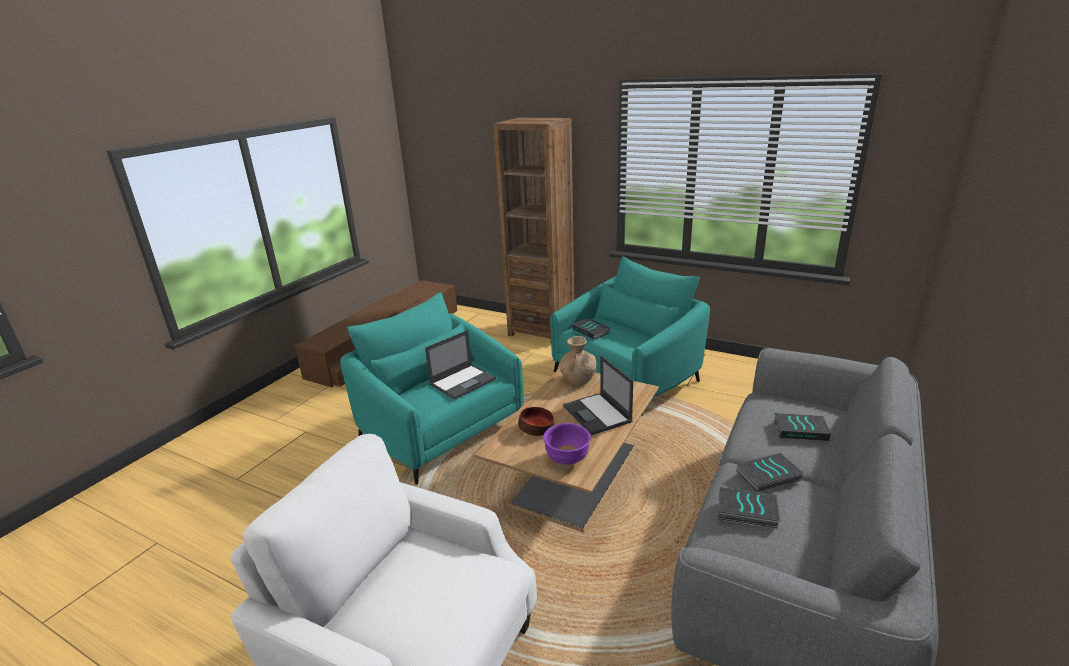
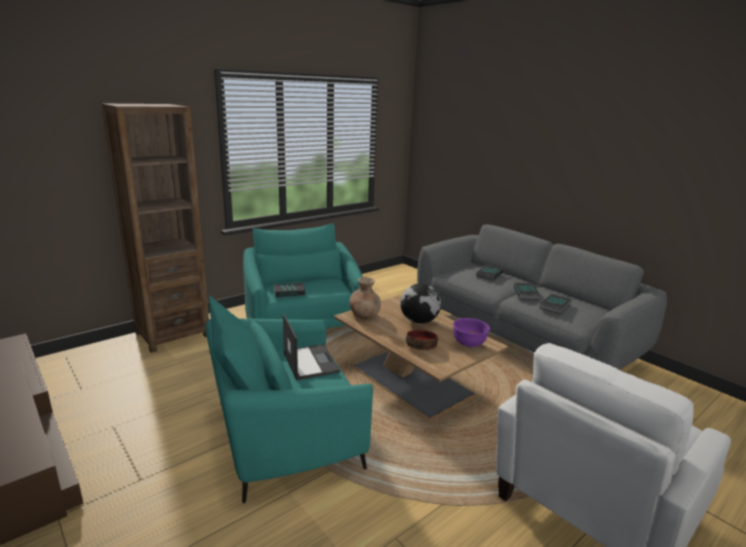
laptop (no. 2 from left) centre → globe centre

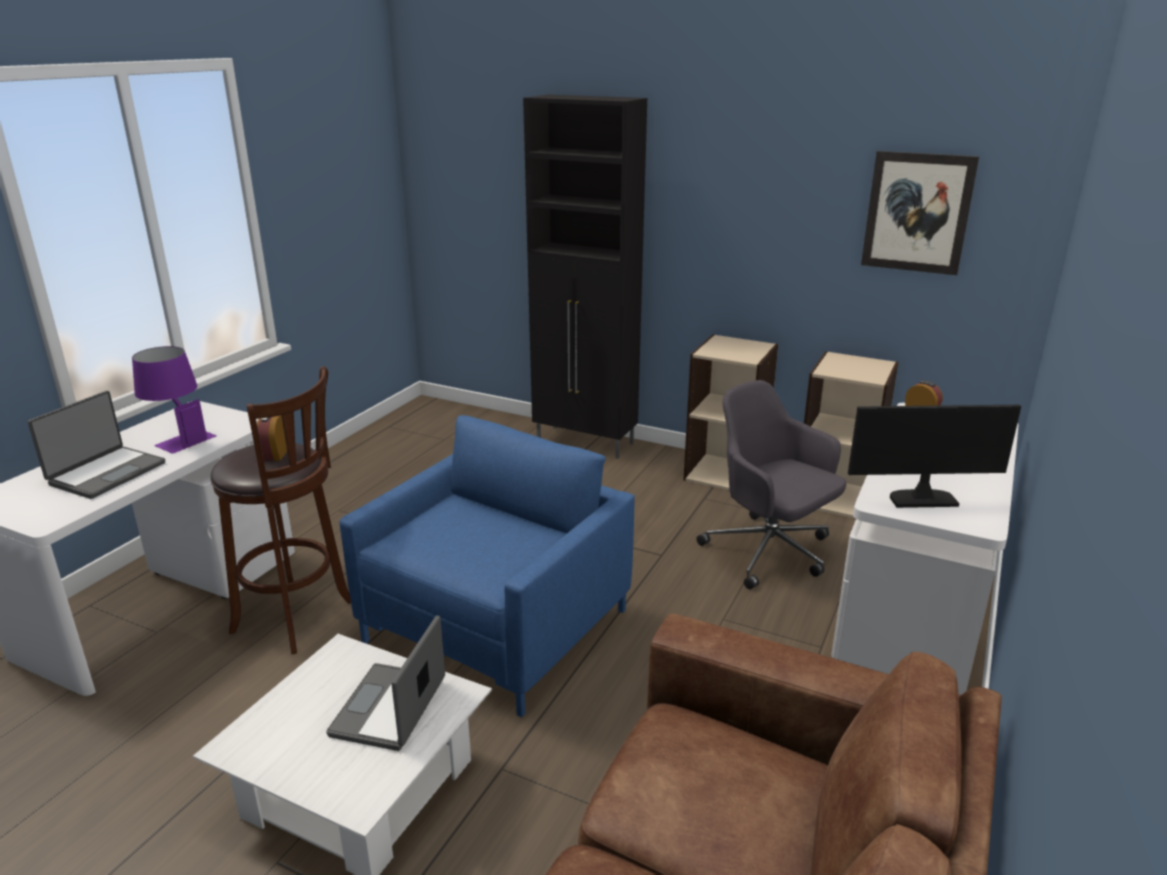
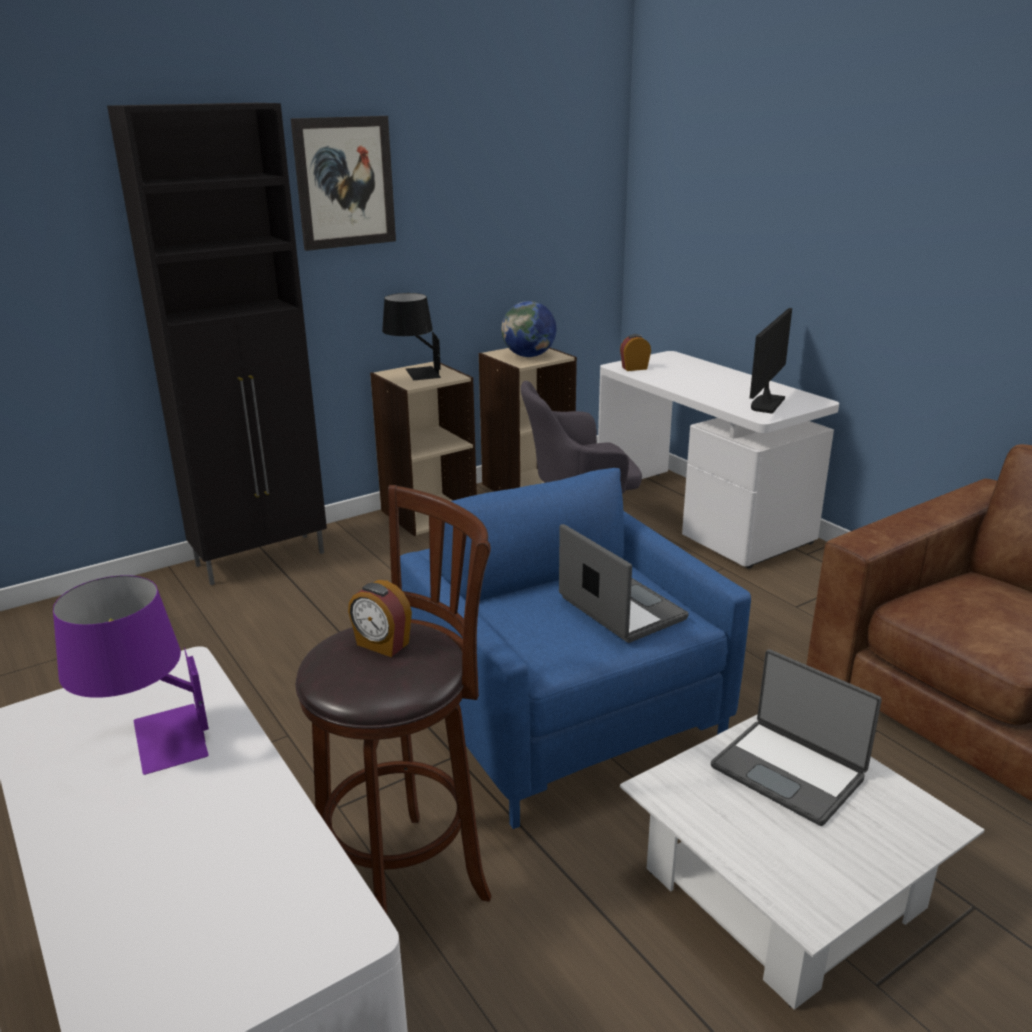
picture top right → picture top left, shifted
laptop (no. 1 from left) middle left → laptop (no. 1 from left) centre, shifted
- → black table lamp top centre
- → globe top centre

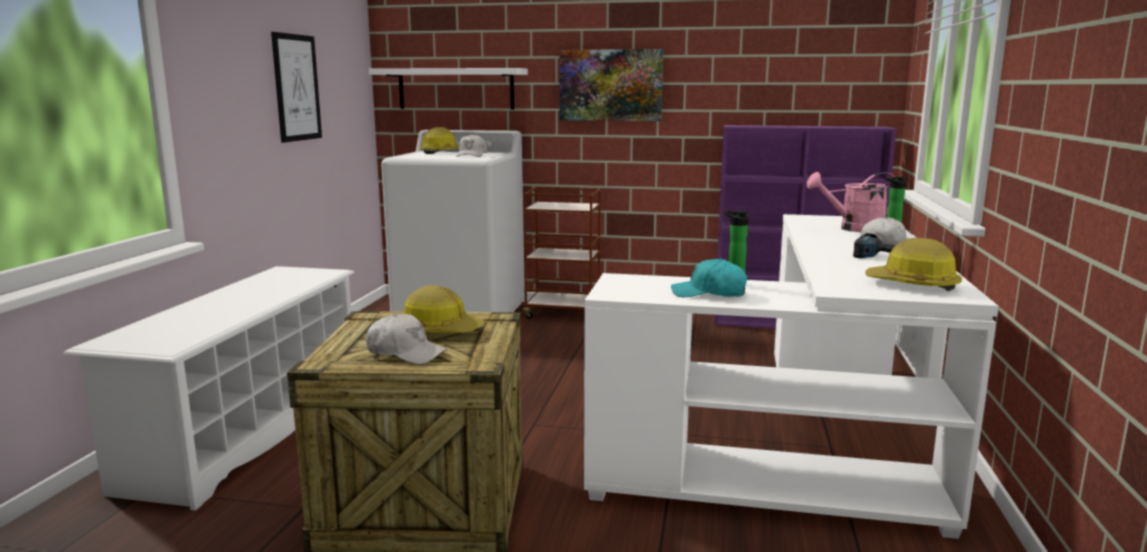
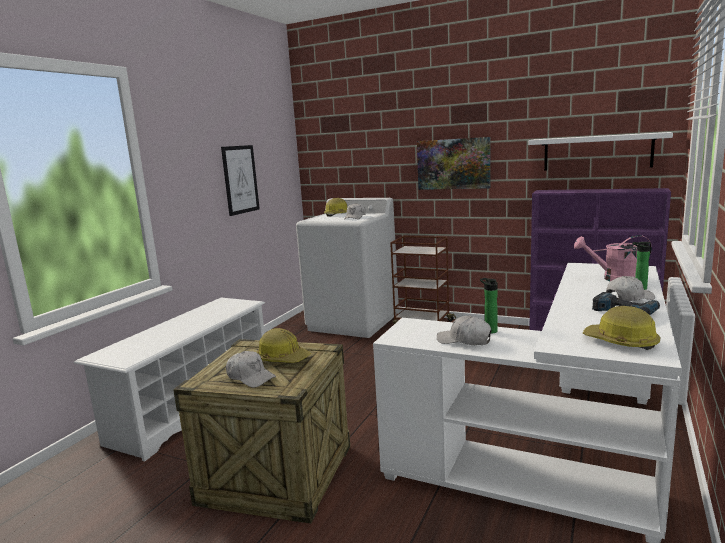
white shelf top centre → white shelf top right, shifted
turquoise cap centre → white cap (no. 3 from left) centre

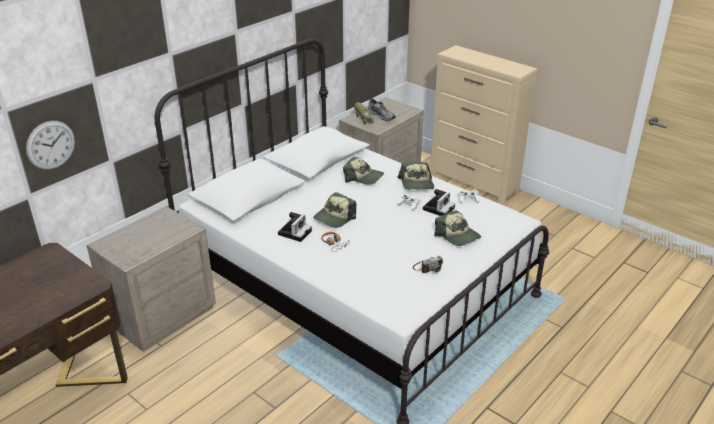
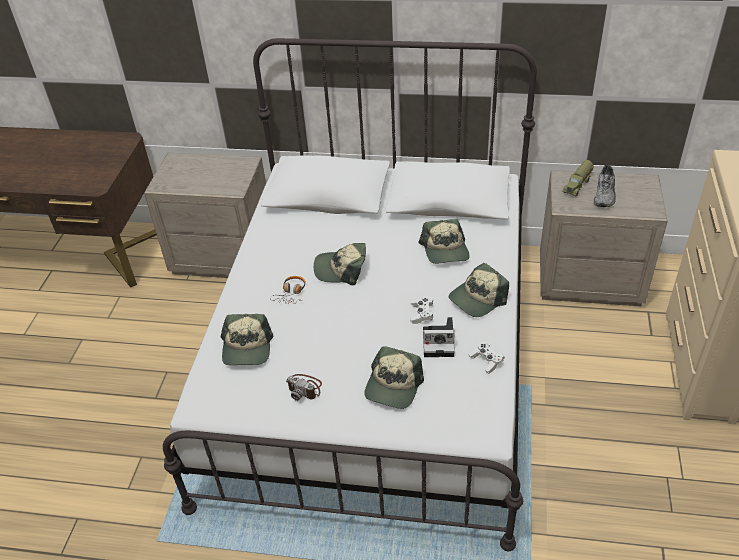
wall clock middle left → -
photo camera (no. 1 from left) centre → -
- → cap (no. 1 from left) centre

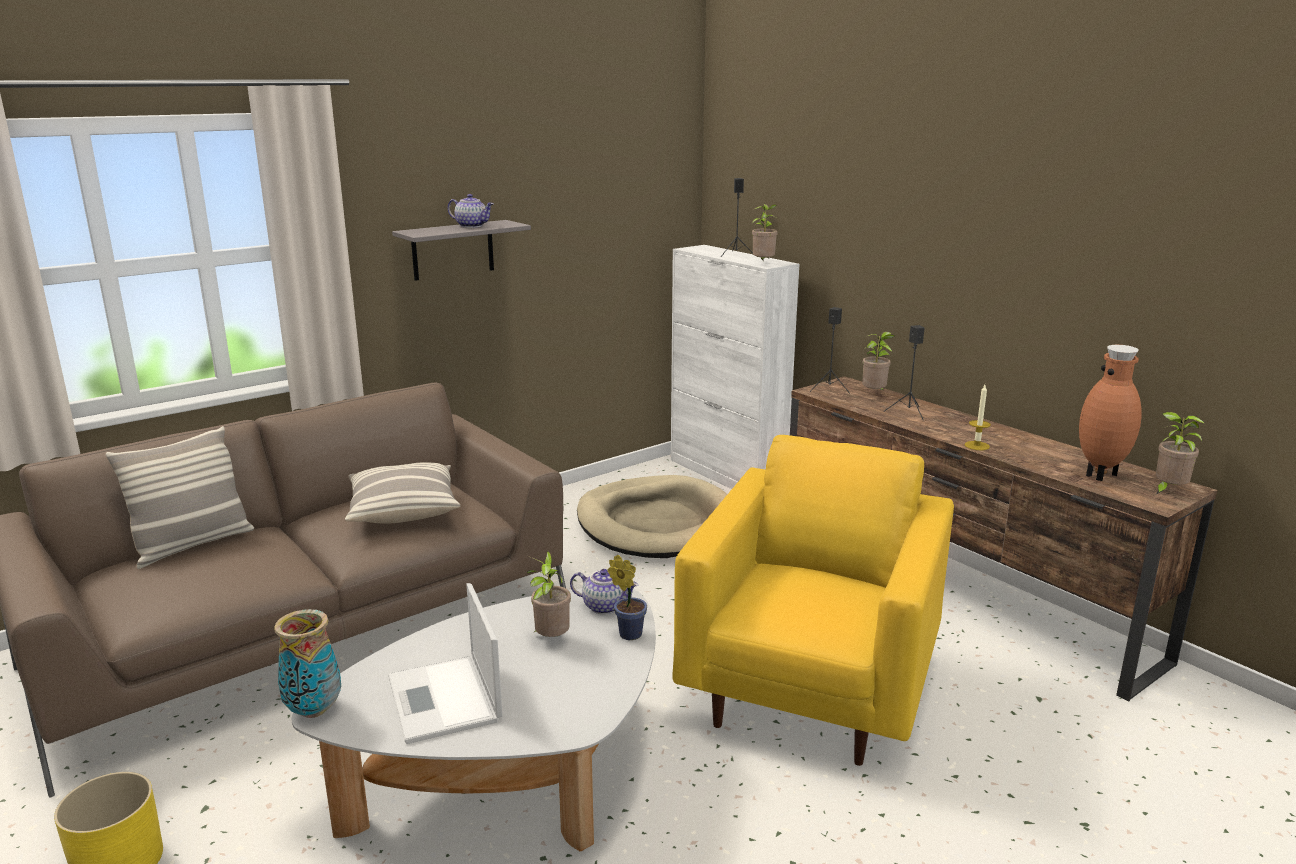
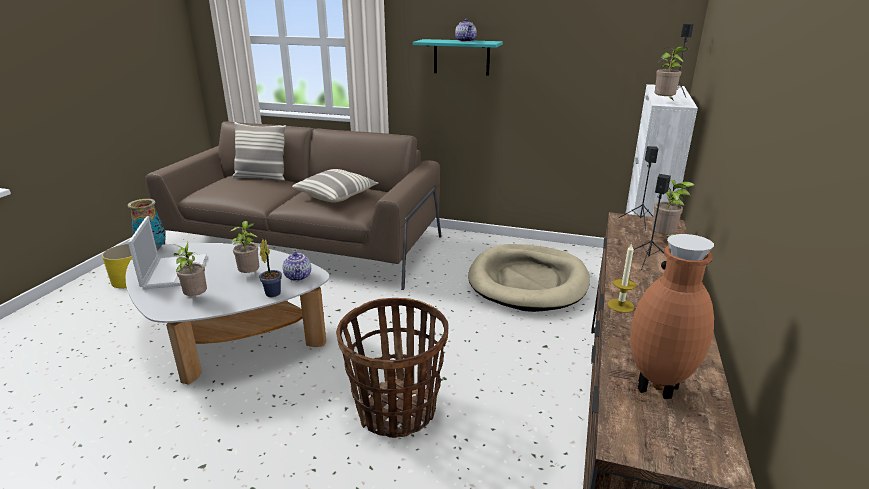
grey shelf top centre → turquoise shelf top centre
potted plant (no. 5 from left in the first image) middle right → potted plant (no. 1 from left) middle left, shifted
yellow armchair bottom centre → basket bottom centre
laptop bottom centre → laptop middle left, 135 degrees clockwise

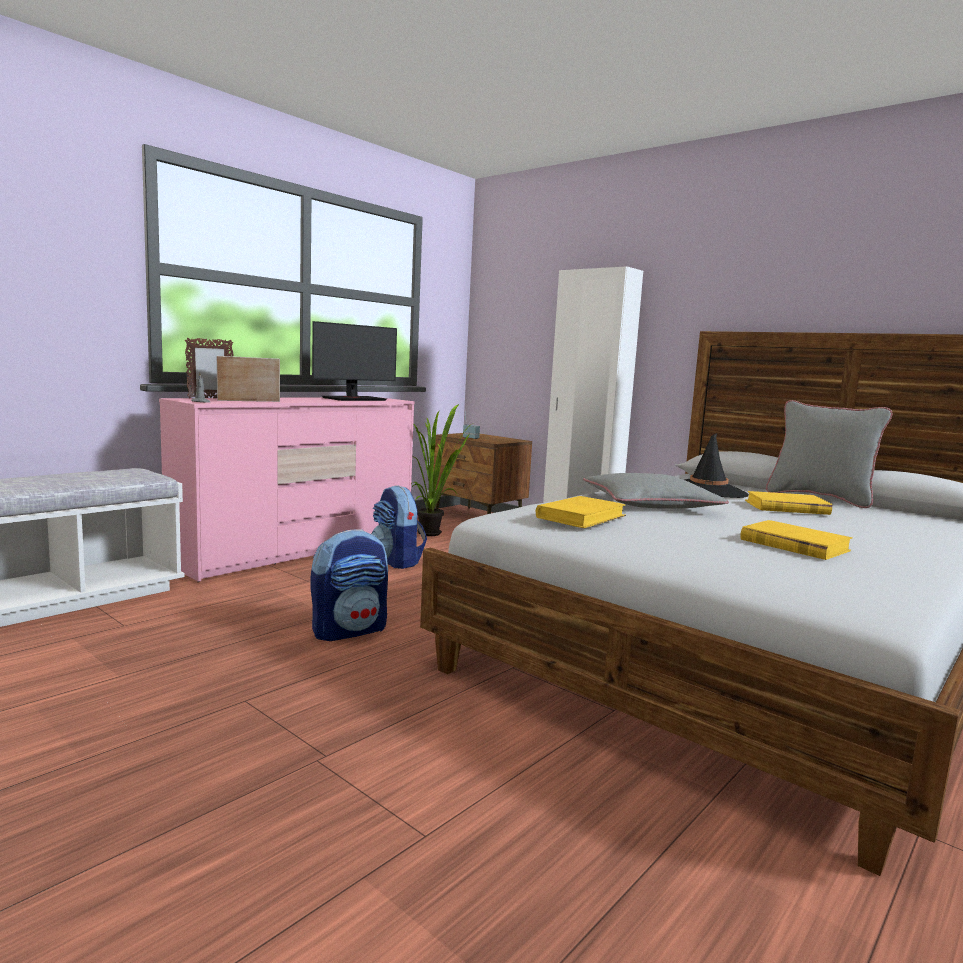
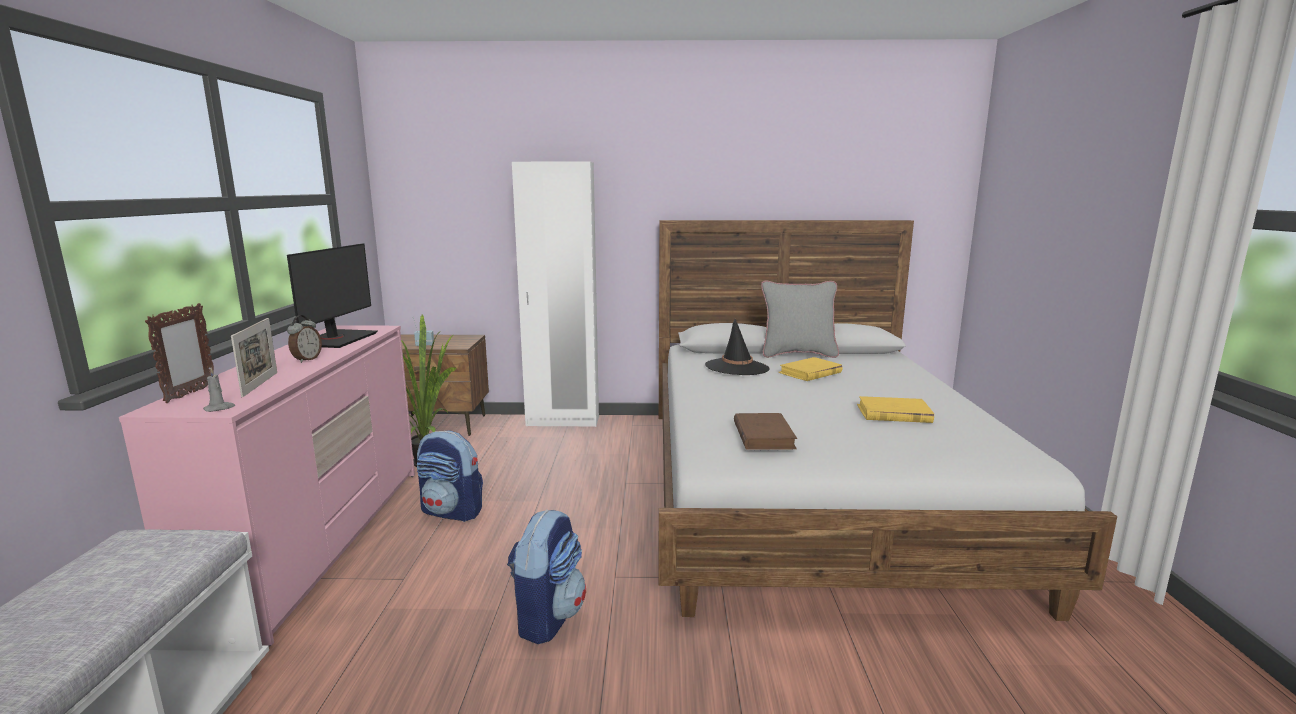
picture frame (no. 2 from left) middle left, 150 degrees clockwise
grey pillow (no. 1 from left) middle right → -
yellow book (no. 1 from left) centre → brown book centre
- → alarm clock middle left

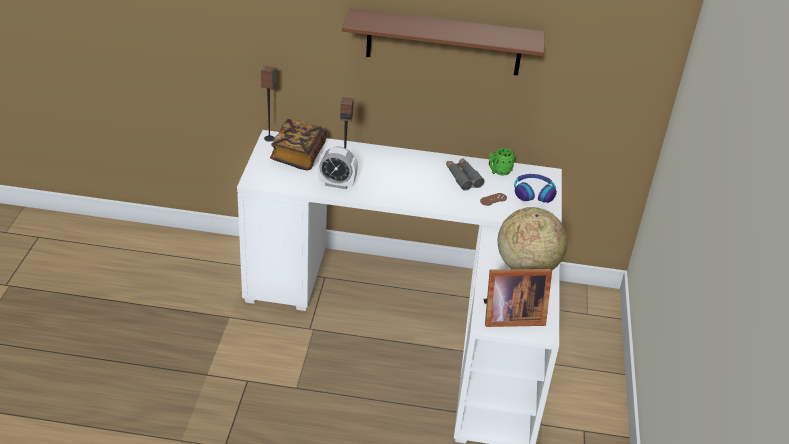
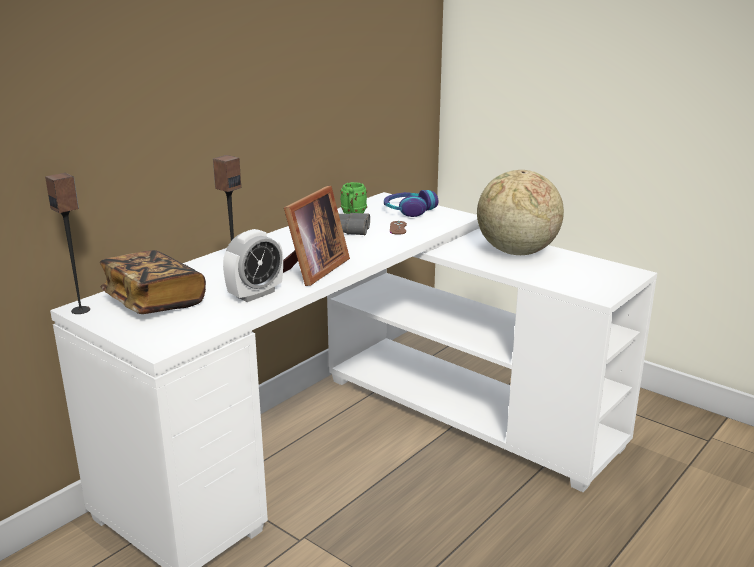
brown shelf top centre → -
picture frame bottom centre → picture frame centre, shifted

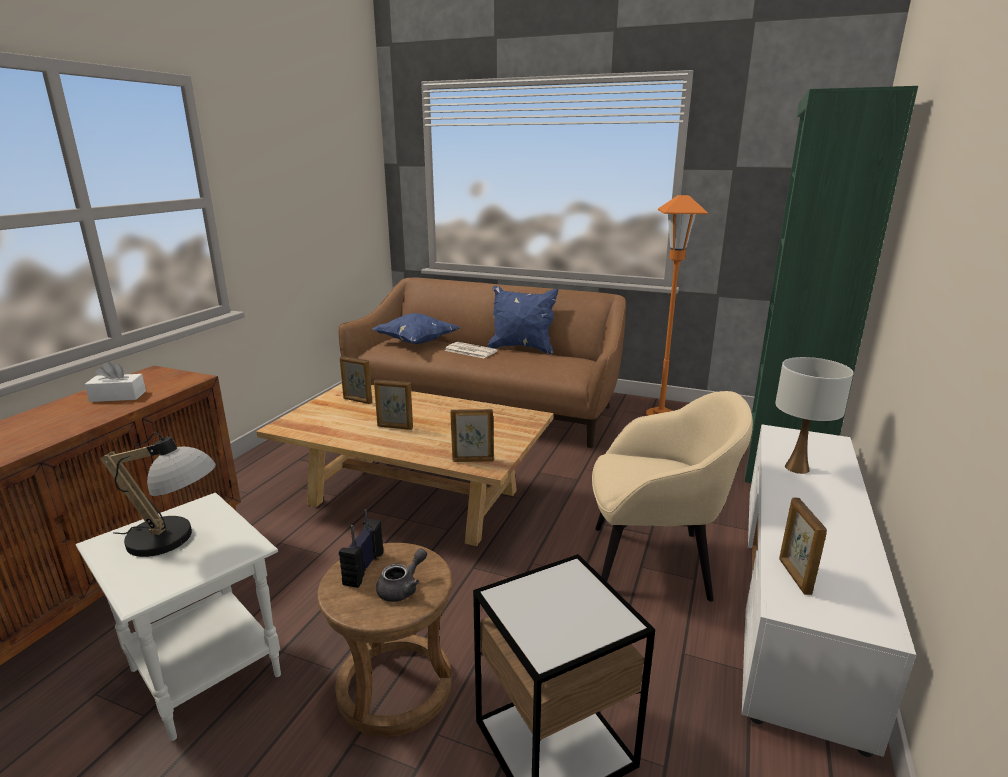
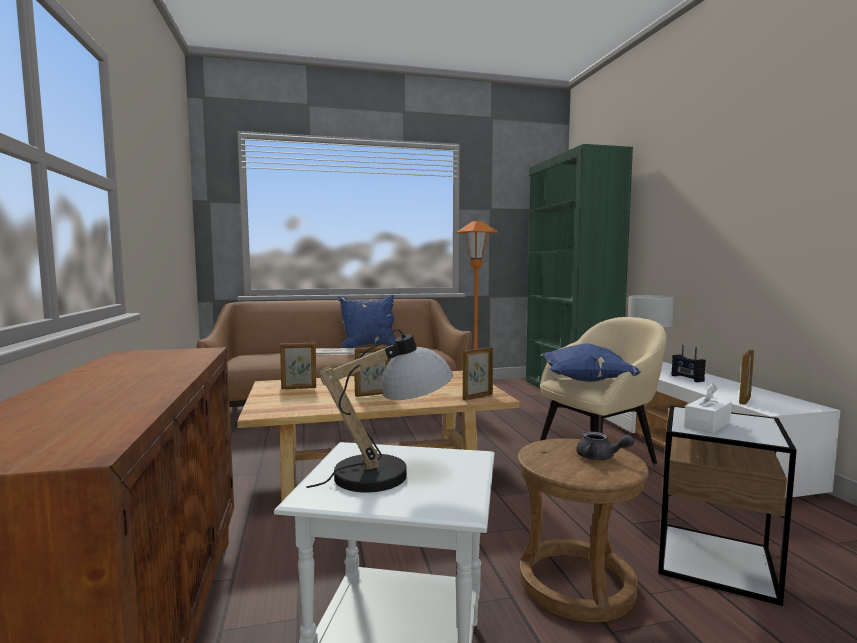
blue pillow (no. 1 from left in the first image) centre → blue pillow (no. 2 from left) middle right, shifted
white tissue box middle left → white tissue box middle right, shifted
picture frame (no. 4 from left) bottom right → picture frame (no. 4 from left) middle right, 75 degrees clockwise
radio bottom centre → radio middle right, shifted
grey teapot bottom centre → grey teapot bottom right, 120 degrees clockwise

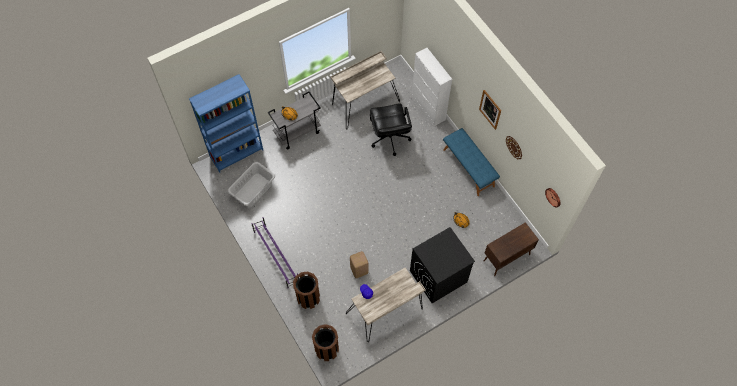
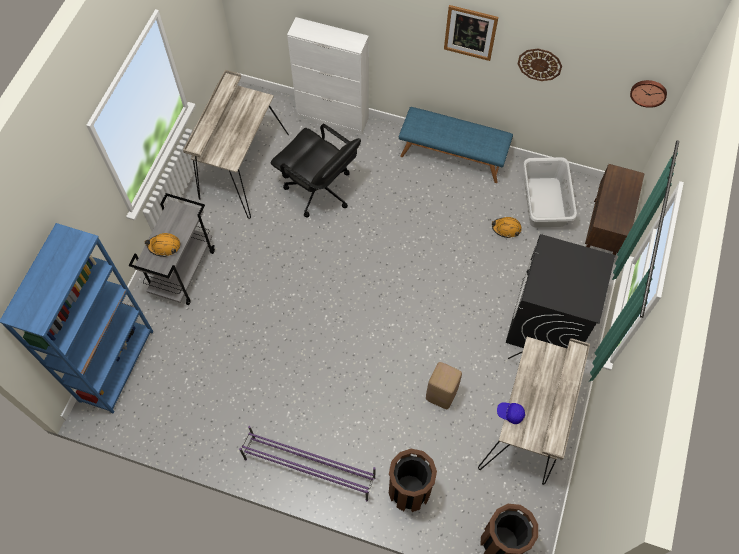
grey laundry basket centre → grey laundry basket middle right, shifted

